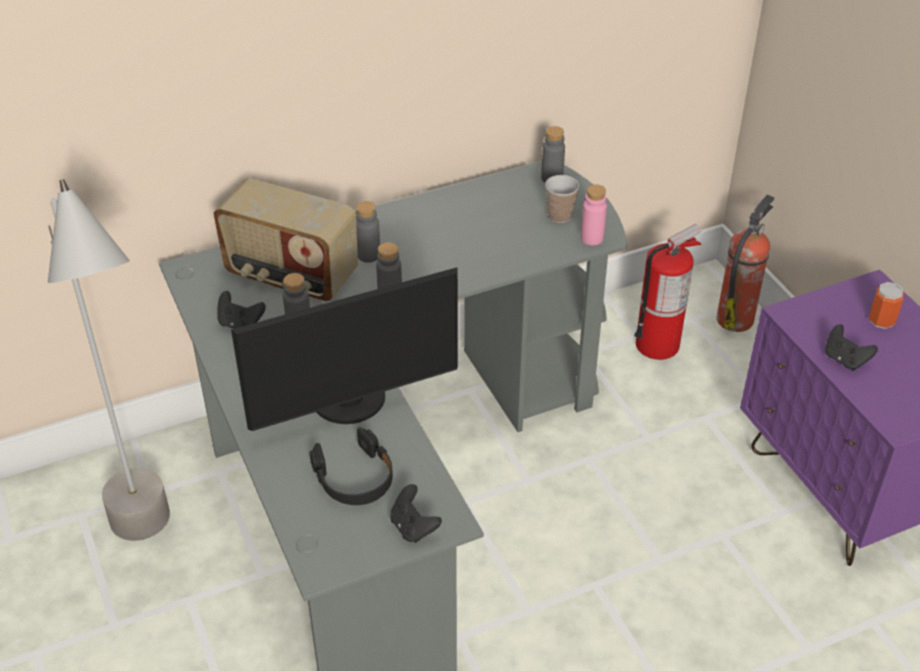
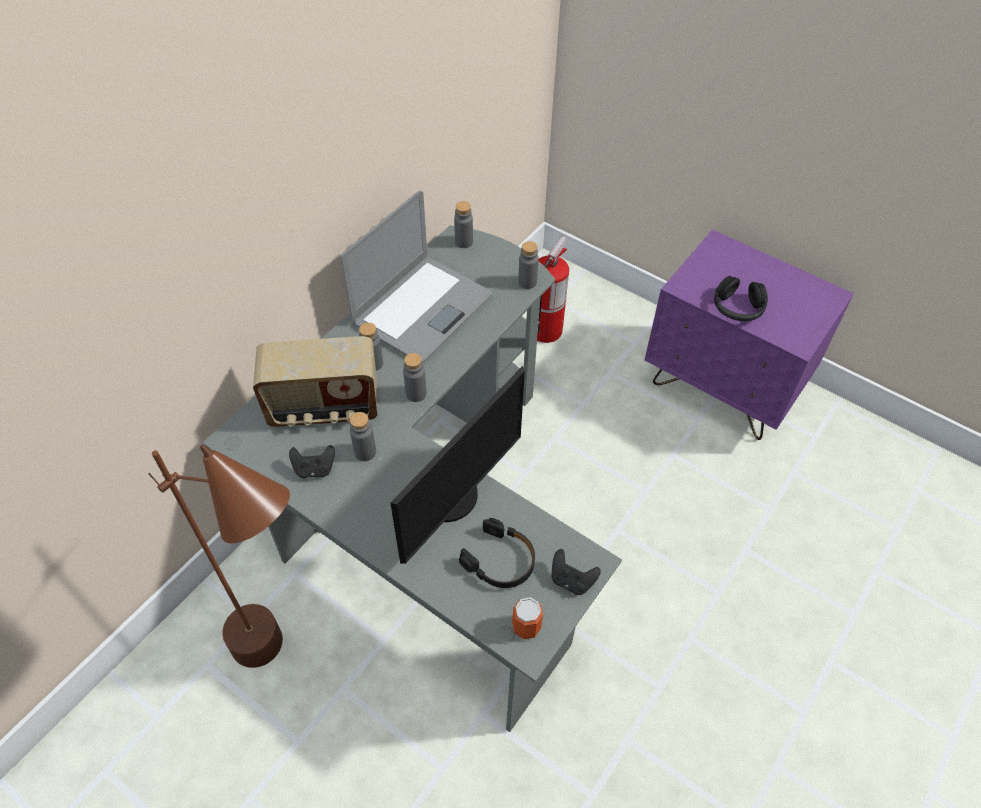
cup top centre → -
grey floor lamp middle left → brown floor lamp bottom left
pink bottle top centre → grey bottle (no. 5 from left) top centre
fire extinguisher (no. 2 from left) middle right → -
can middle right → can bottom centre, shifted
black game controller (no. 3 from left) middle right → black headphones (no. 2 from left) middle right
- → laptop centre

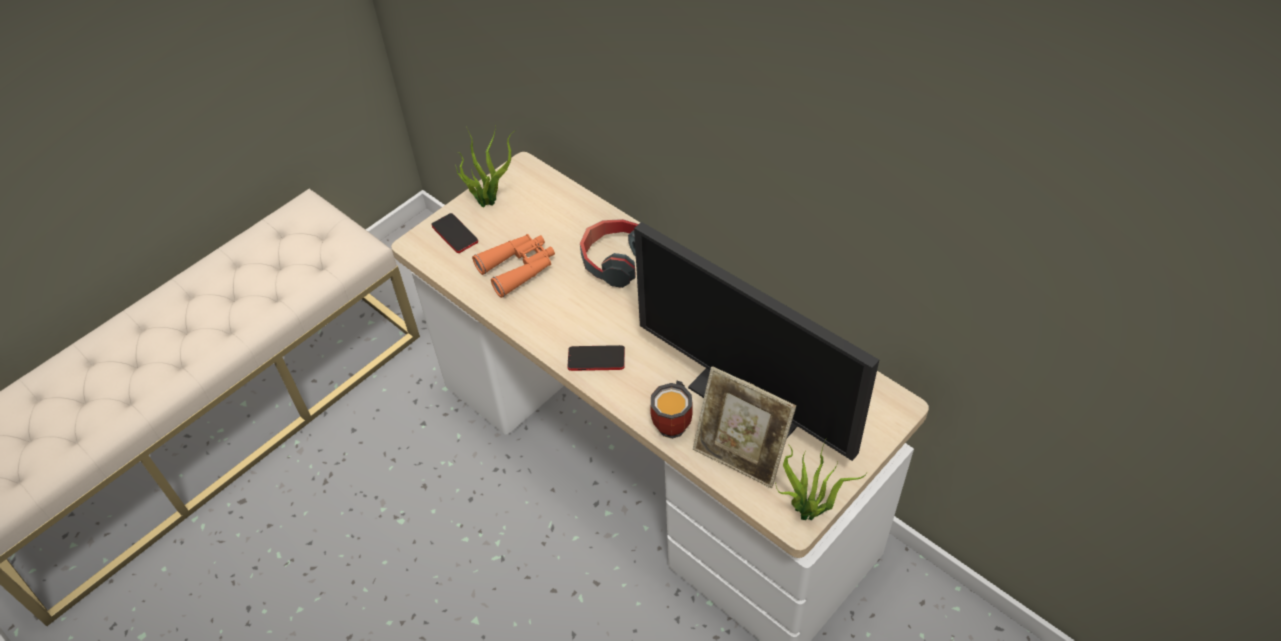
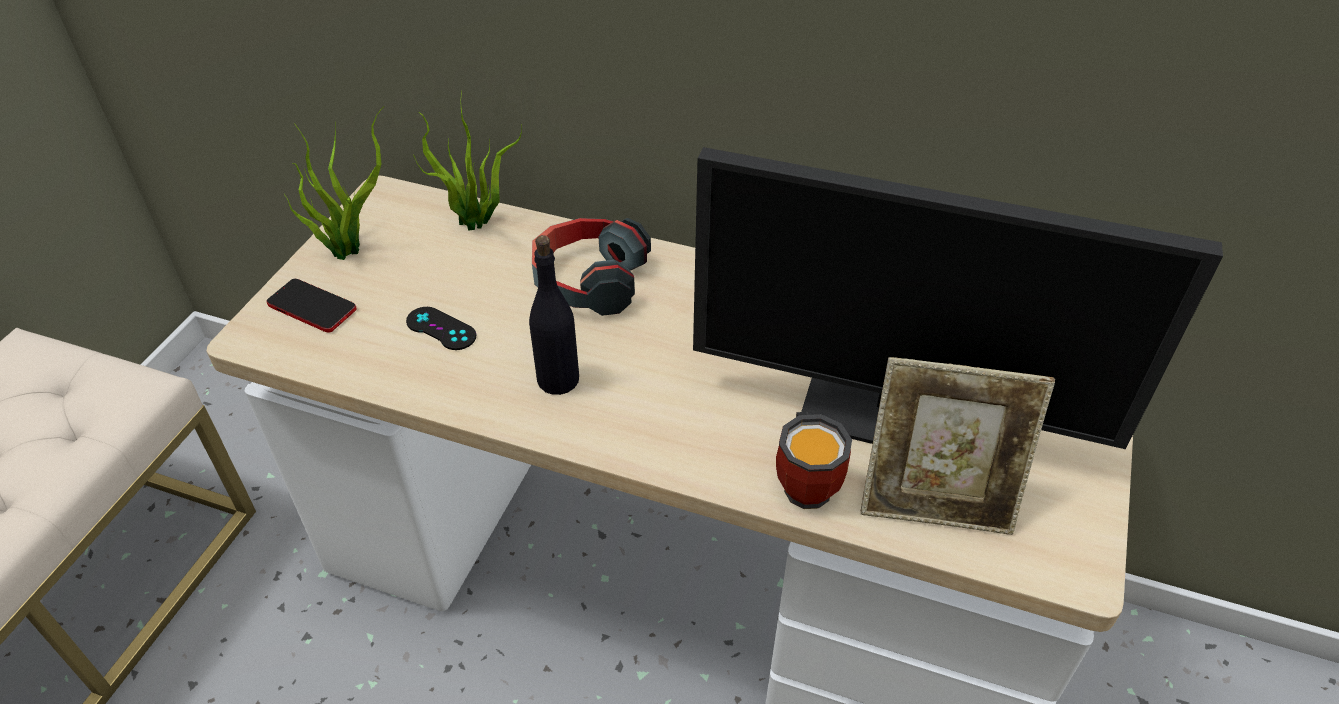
orange binoculars centre → black game controller middle left
phone (no. 2 from left) centre → -
potted plant (no. 2 from left) bottom centre → potted plant (no. 2 from left) top centre, shifted
- → black bottle centre

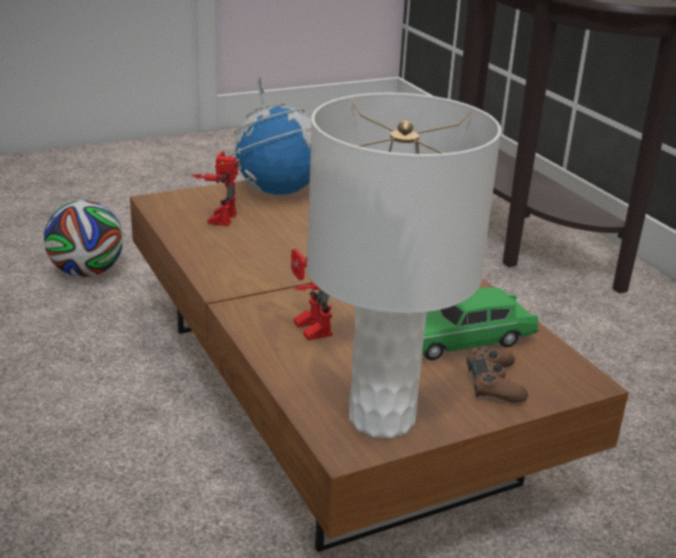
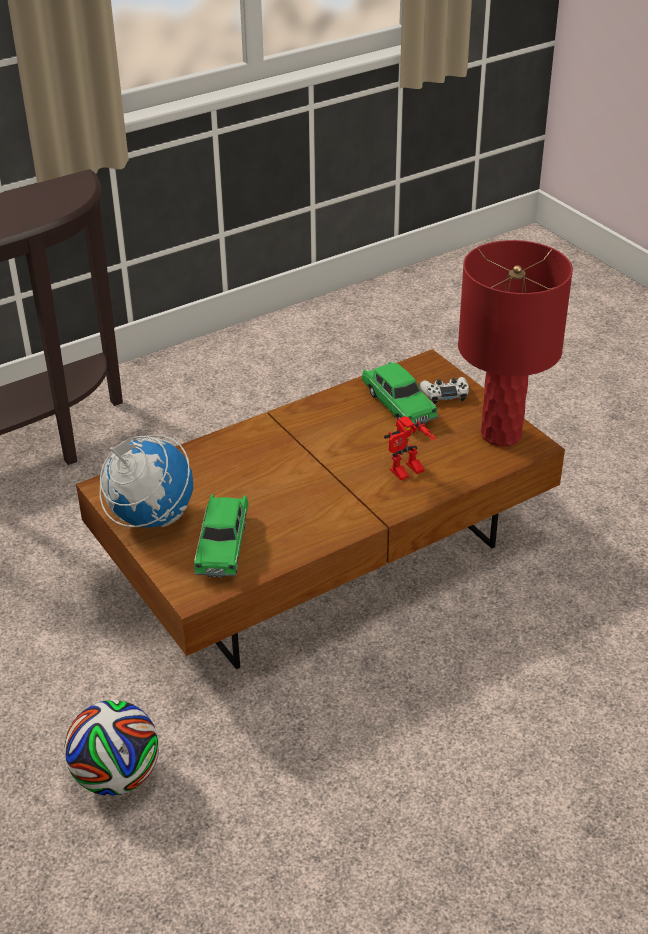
white table lamp centre → red table lamp middle right
toy robot (no. 1 from left) middle left → green toy car (no. 1 from left) centre
brown game controller bottom right → white game controller middle right

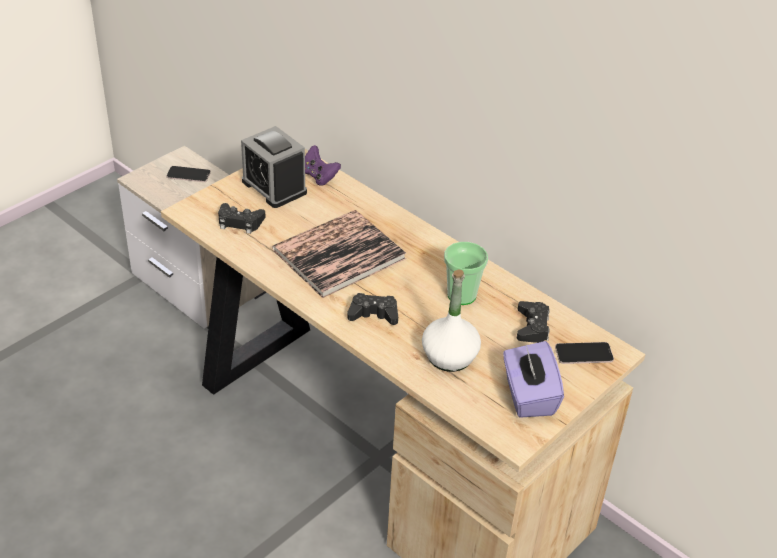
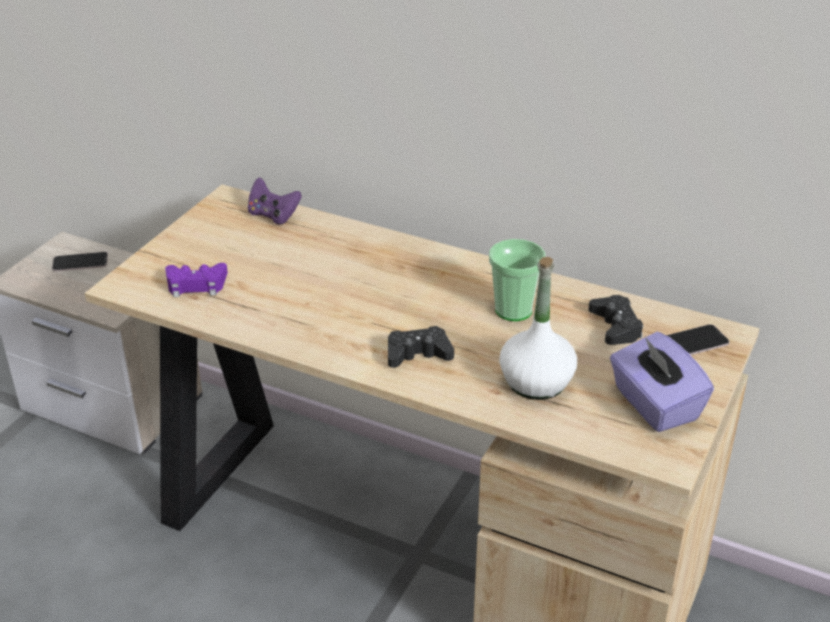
alarm clock top centre → -
black game controller (no. 1 from left) middle left → purple game controller (no. 1 from left) middle left
book centre → -

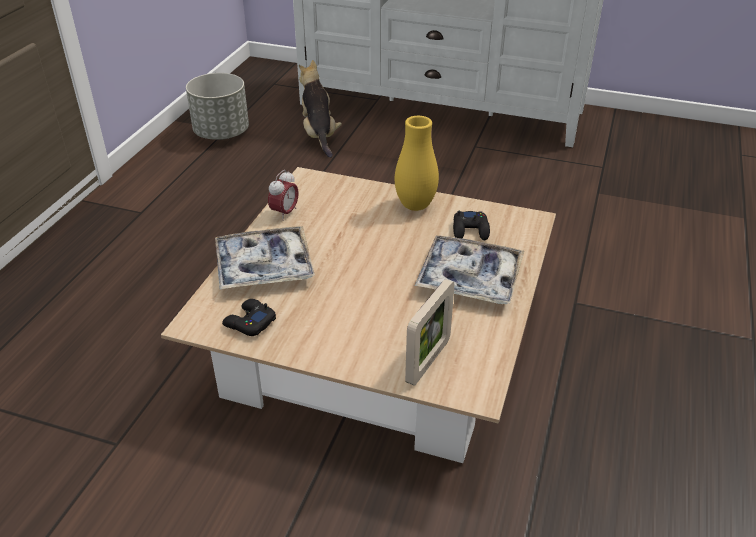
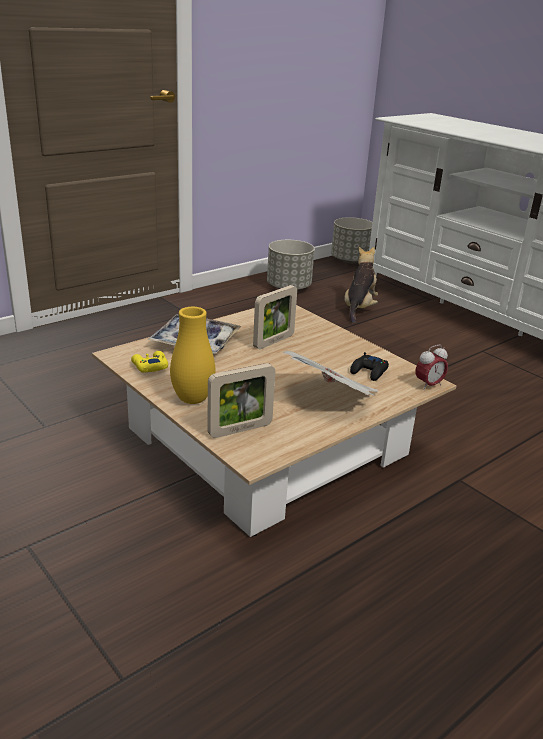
yellow vase top centre → yellow vase centre, shifted
alarm clock centre → alarm clock middle right, shifted
tray (no. 2 from left) centre → newspaper centre
black game controller (no. 1 from left) middle left → yellow game controller middle left
- → grey planter (no. 2 from left) top centre
- → picture frame (no. 2 from left) centre

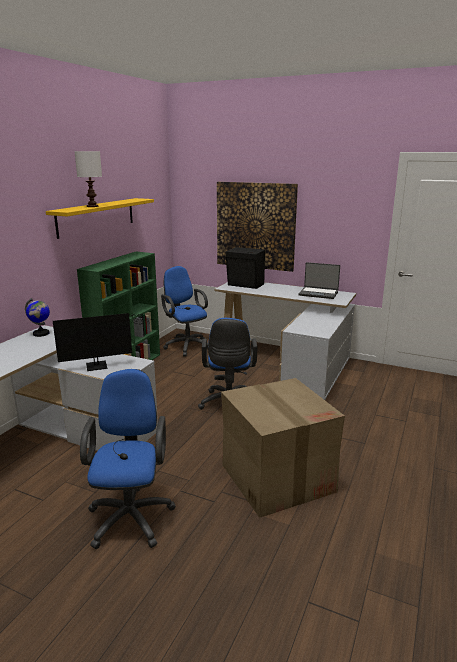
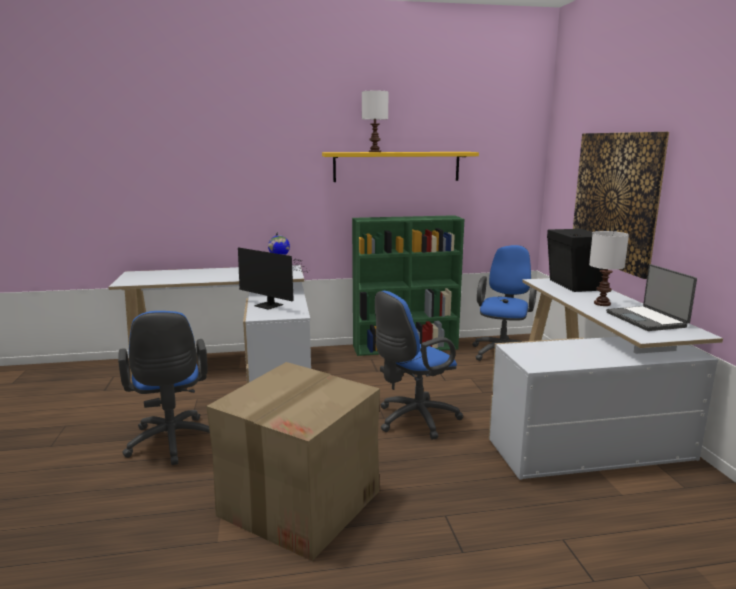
blue office chair (no. 1 from left) bottom left → blue office chair (no. 1 from left) middle left, 105 degrees clockwise
- → white table lamp (no. 2 from left) middle right

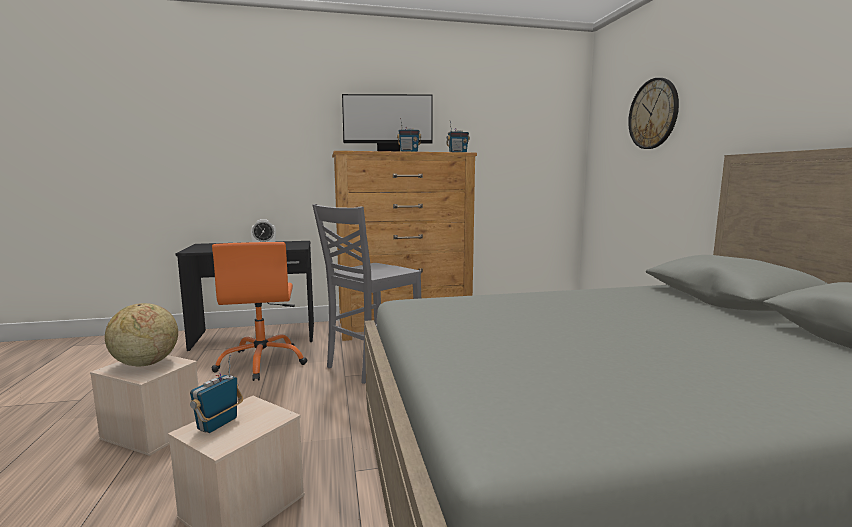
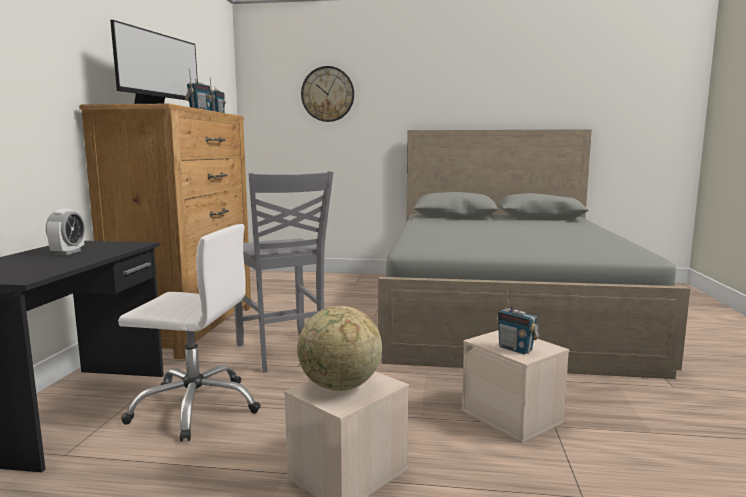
orange office chair middle left → white office chair bottom left

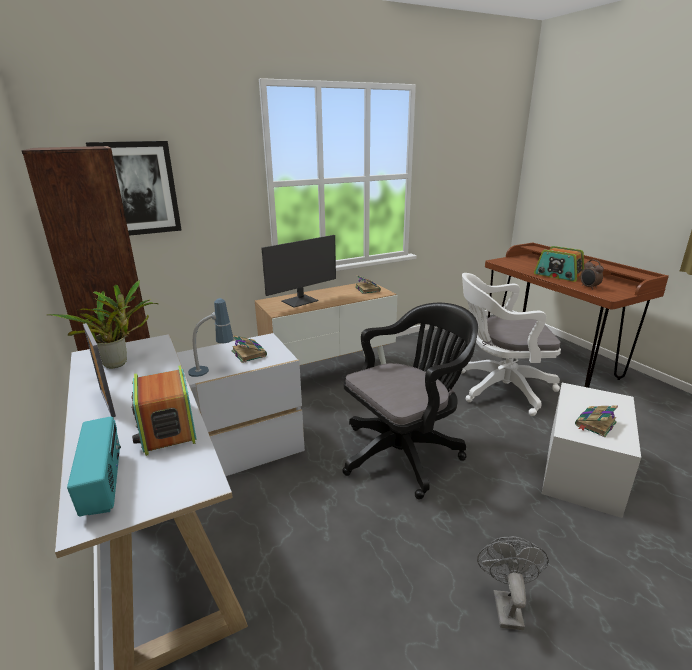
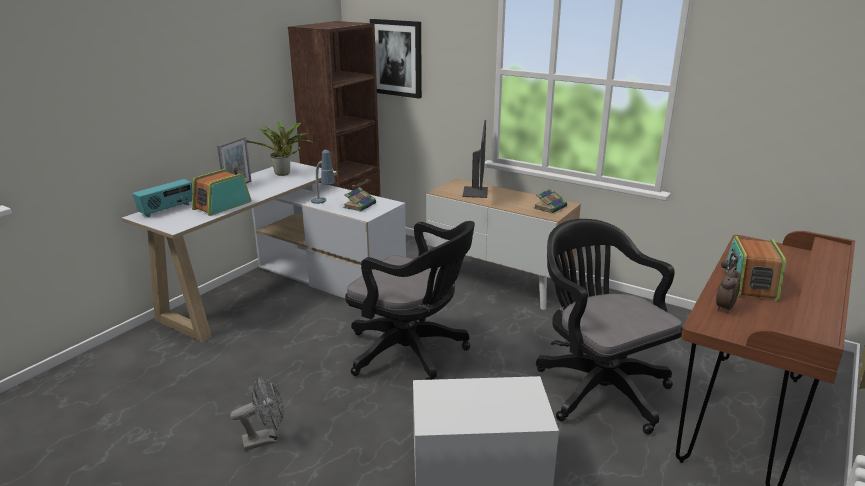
monitor centre → monitor top centre, 105 degrees counterclockwise
white office chair middle right → black office chair (no. 2 from left) bottom right
book (no. 3 from left) middle right → -

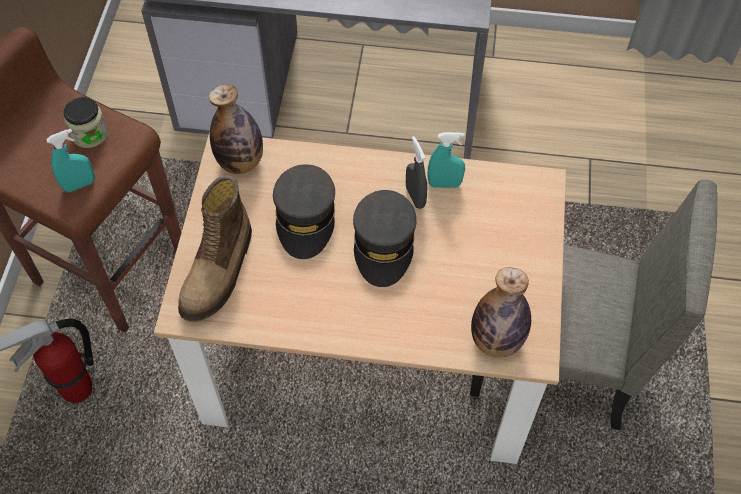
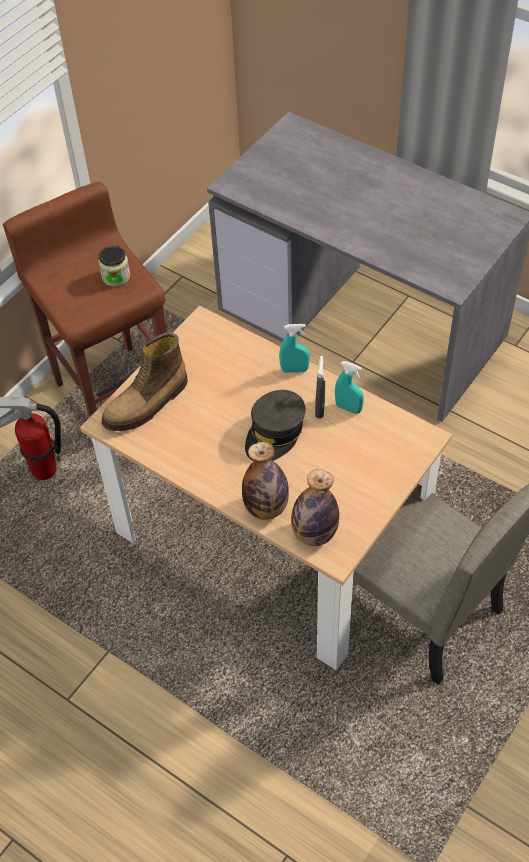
bottle (no. 1 from left) top left → bottle (no. 1 from left) centre, shifted
turquoise spray bottle (no. 1 from left) top left → turquoise spray bottle (no. 1 from left) centre, shifted
grey cap (no. 1 from left) centre → -

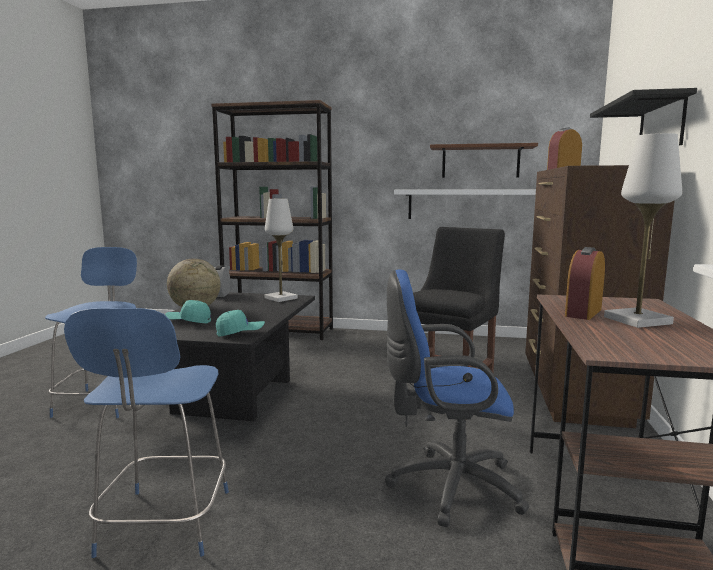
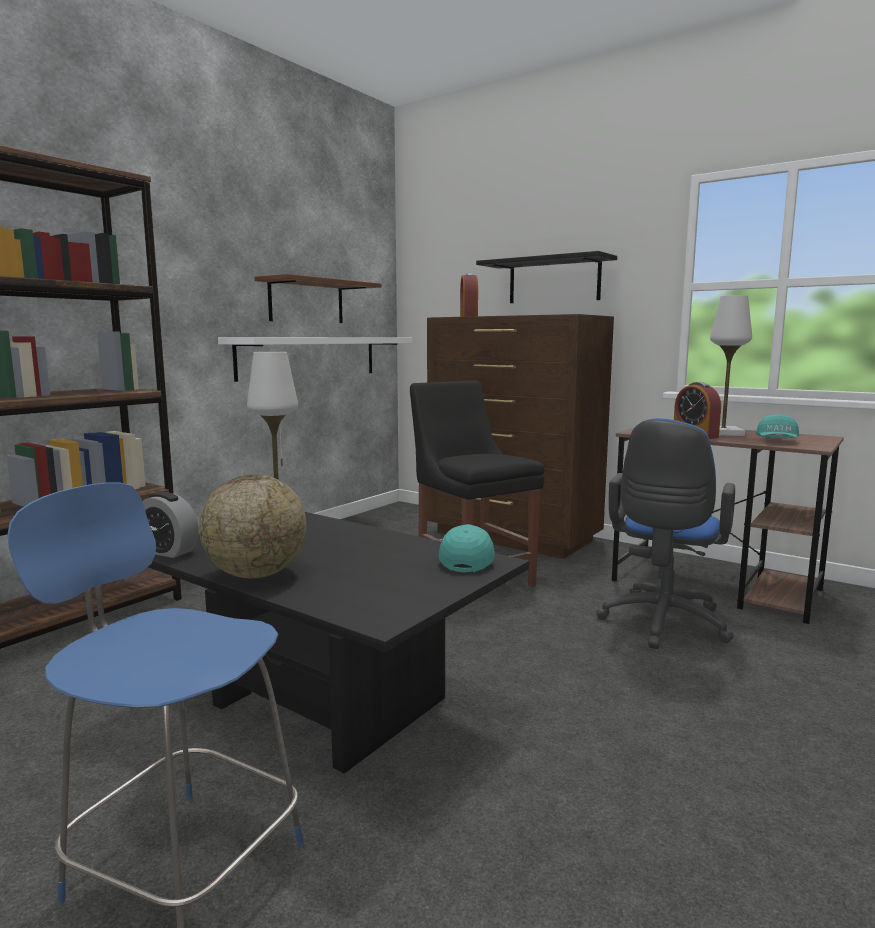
turquoise cap (no. 1 from left in the first image) middle left → turquoise cap (no. 2 from left) middle right, shifted
blue chair (no. 2 from left) bottom left → -

